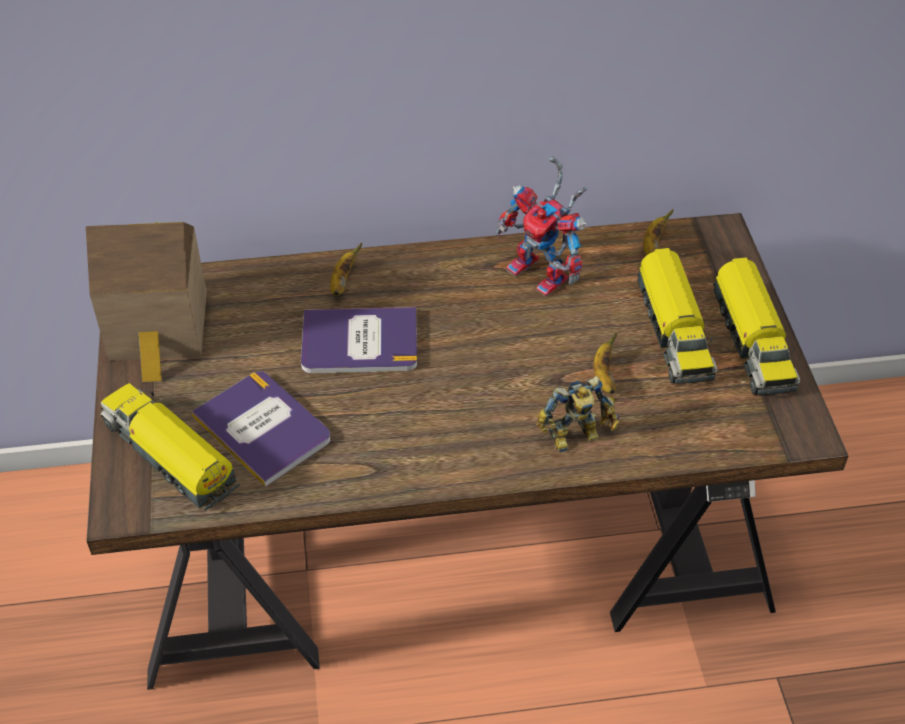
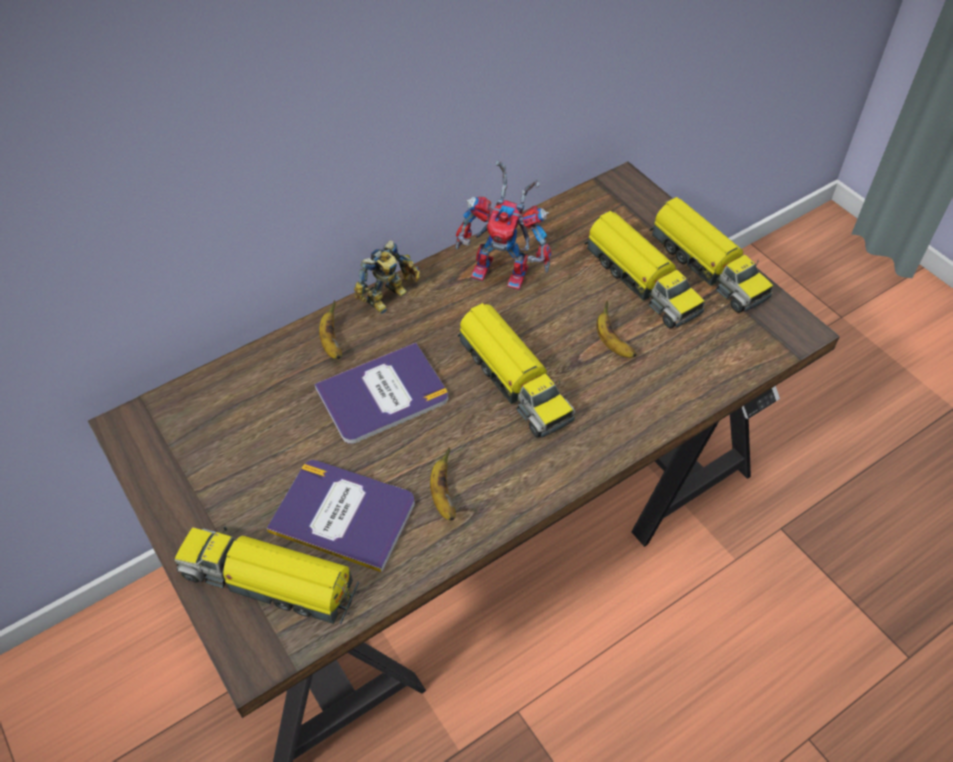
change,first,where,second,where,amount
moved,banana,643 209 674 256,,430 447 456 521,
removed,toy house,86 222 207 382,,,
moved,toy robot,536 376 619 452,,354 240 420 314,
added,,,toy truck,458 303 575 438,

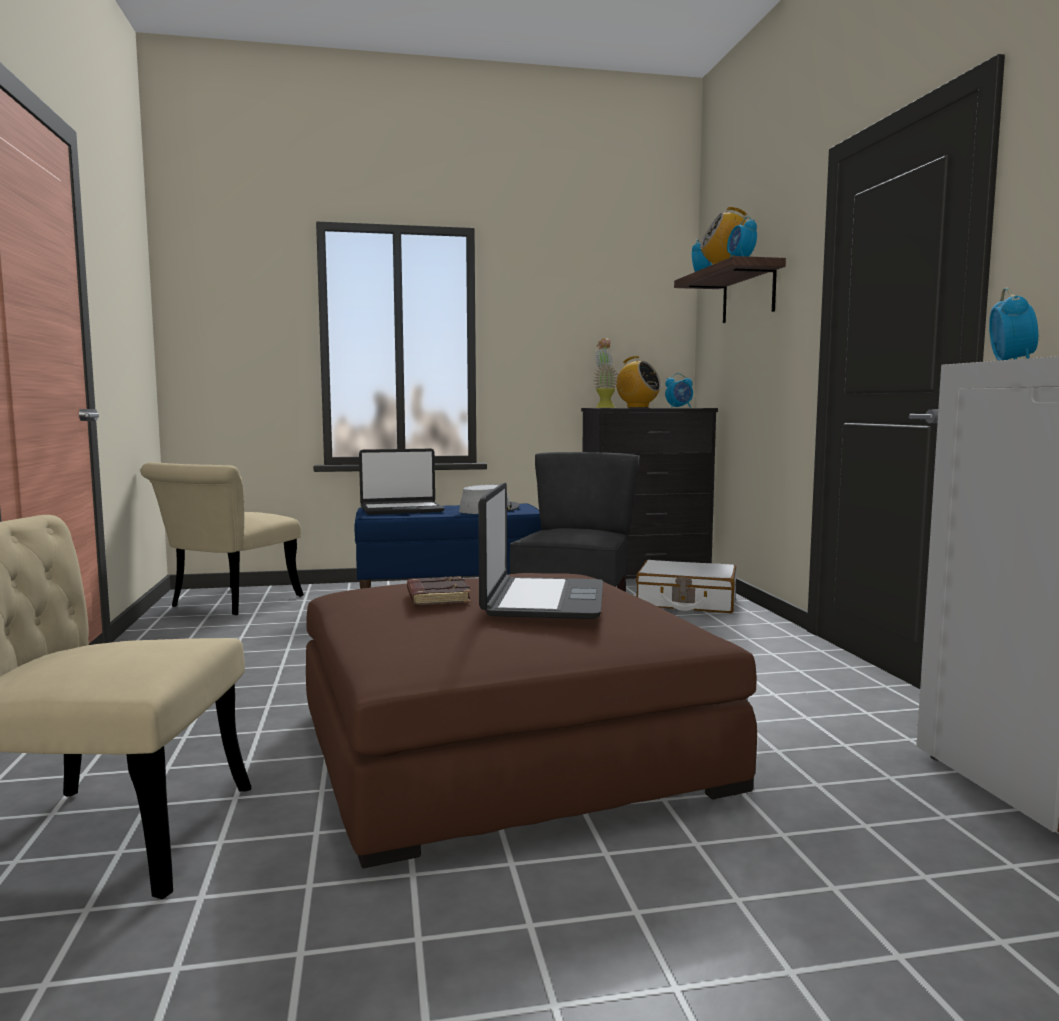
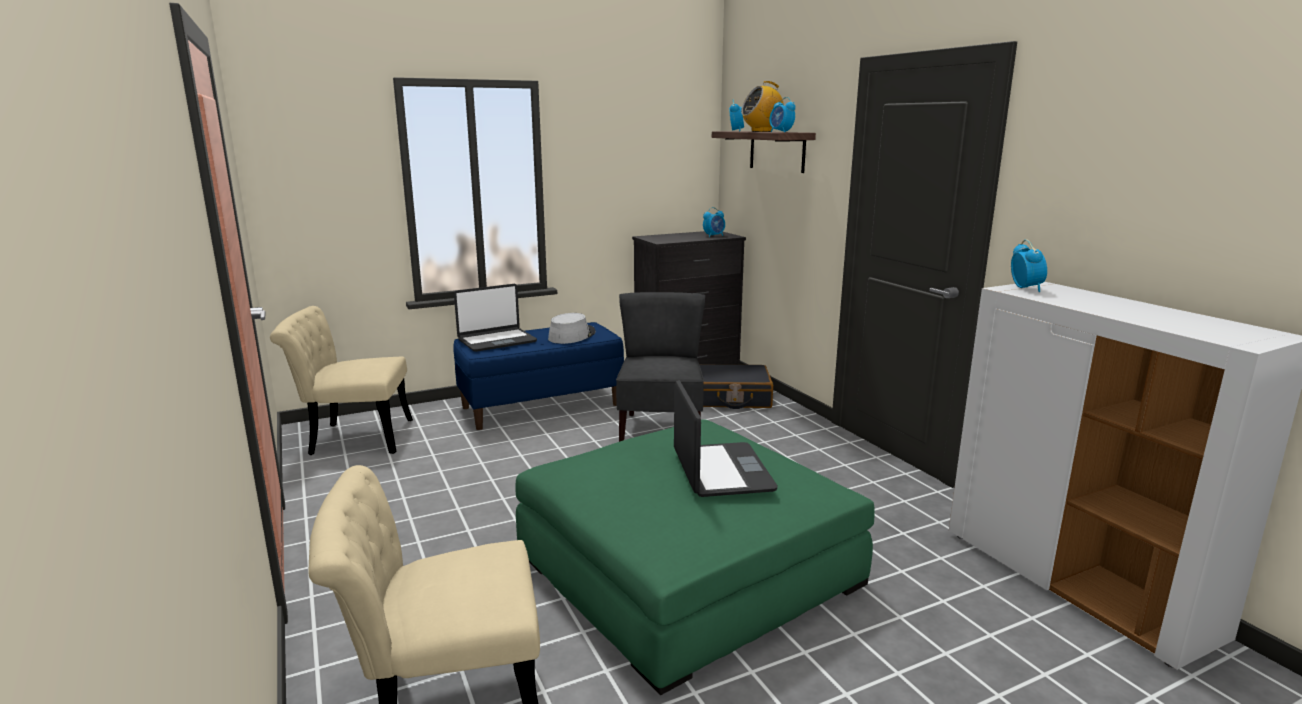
change,first,where,second,where,amount
removed,potted plant,594 338 618 408,,,
removed,radio,616 356 661 408,,,
turned,beige chair,141 462 304 615,,270 306 413 455,75 degrees clockwise
recoloured,white suitcase,636 560 736 613,black suitcase,699 364 773 409,
recoloured,brown ottoman,306 573 757 868,green ottoman,515 419 875 695,
removed,brown book,407 576 471 605,,,

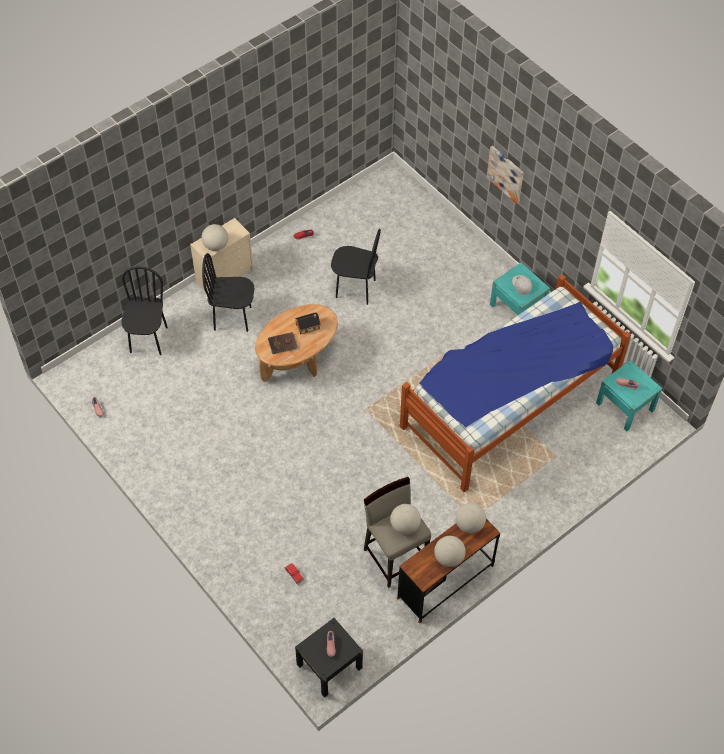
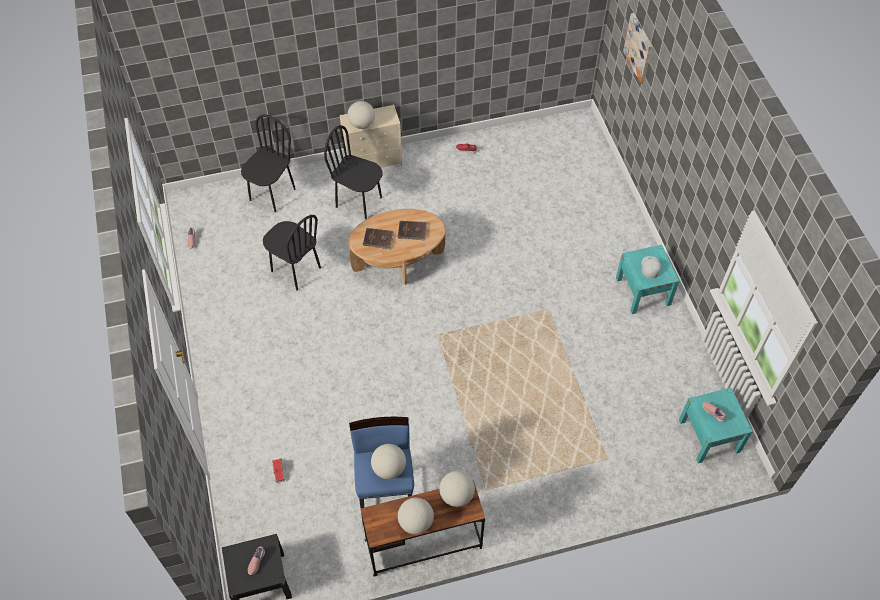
change,first,where,second,where,amount
moved,picture,487 146 524 204,,623 13 652 84,
moved,black chair,331 229 381 305,,263 215 321 290,
removed,bed,400 274 631 492,,,
replaced,toy house,295 312 321 335,brown book,397 221 428 241,
recoloured,beige stool,364 477 431 588,blue stool,349 417 414 522,

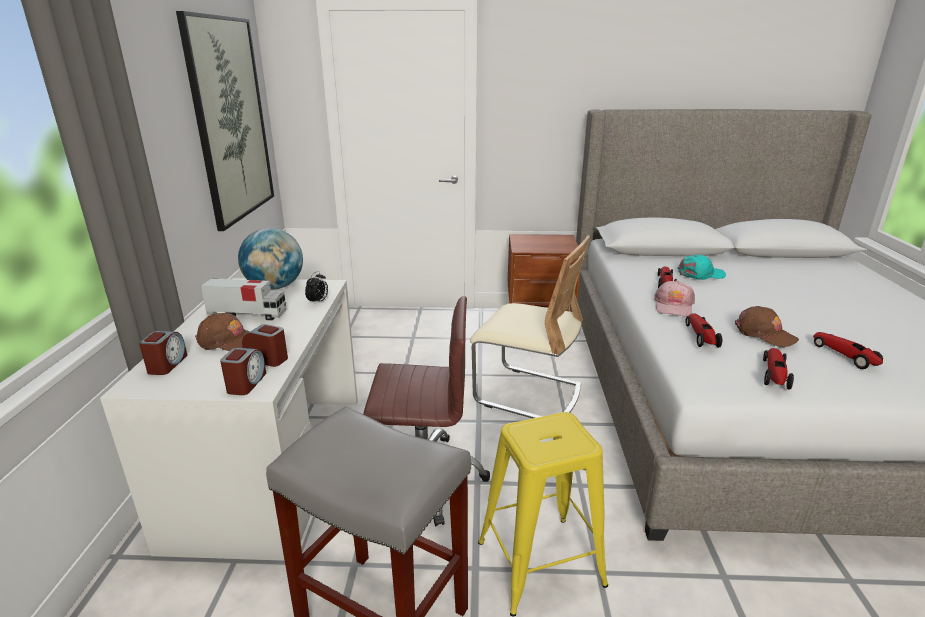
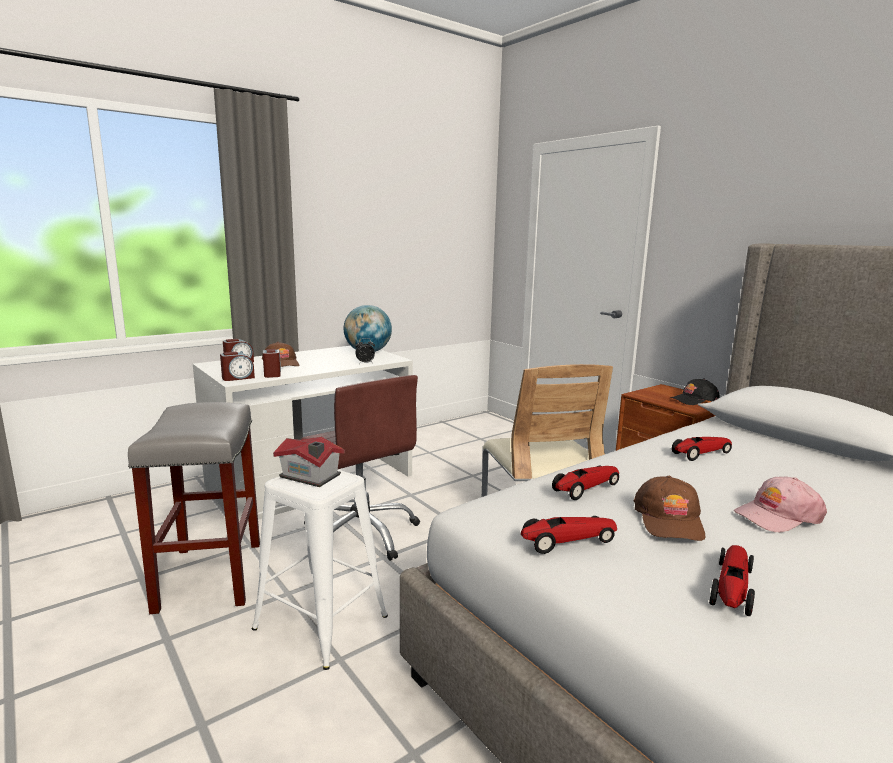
change,first,where,second,where,amount
removed,picture,176 11 274 231,,,
removed,turquoise cap,677 255 726 280,,,
removed,toy truck,201 278 287 321,,,
moved,pink cap,654 280 695 317,,734 476 827 533,
recoloured,yellow stool,478 412 608 617,white stool,252 470 388 670,
added,,,black cap,670 378 720 405,
added,,,toy house,273 437 345 487,

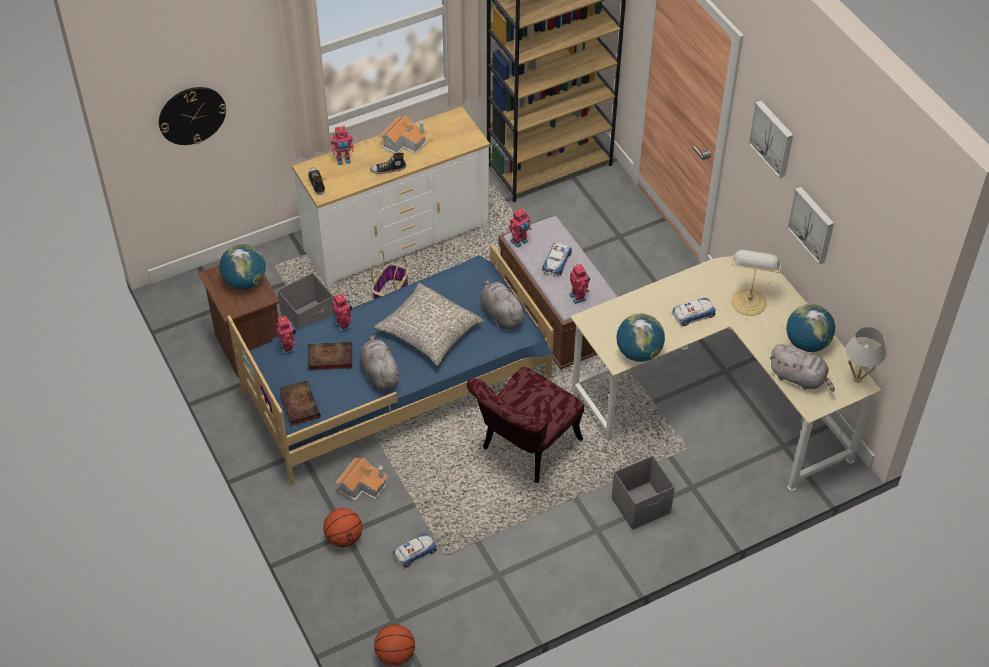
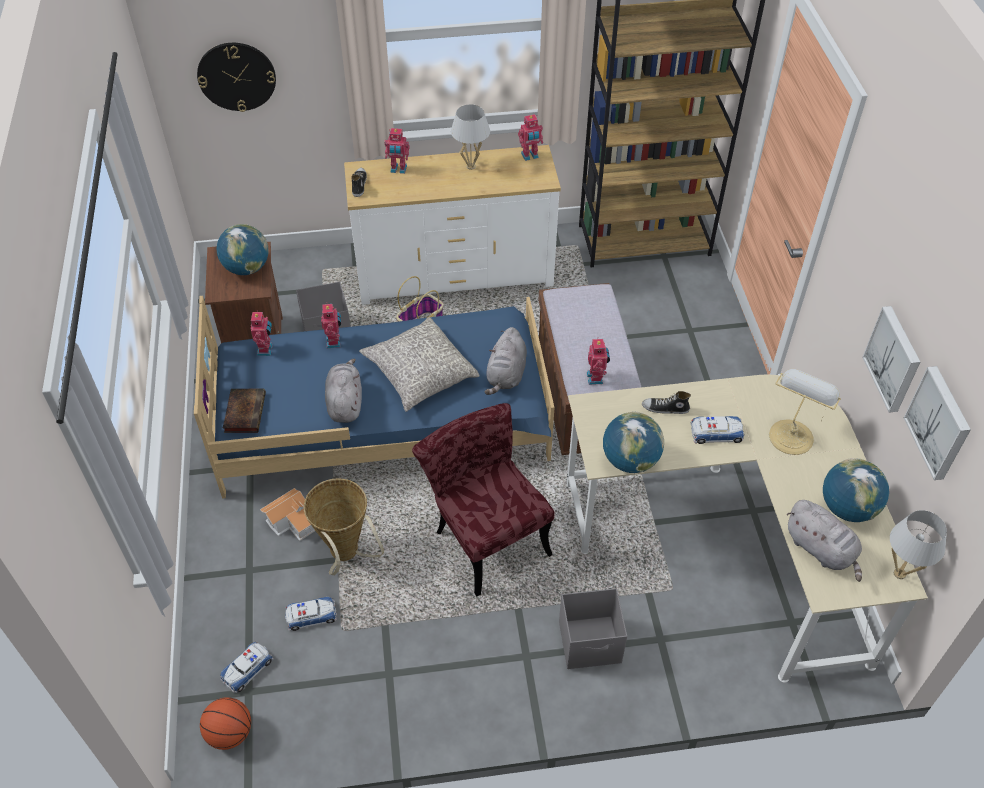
change,first,where,second,where,amount
moved,picture,748 101 793 178,,904 366 971 480,
replaced,toy house,379 116 429 154,white table lamp,451 104 490 170,
moved,shoe,370 153 406 174,,642 391 691 414,
moved,toy robot,509 208 532 248,,518 114 543 161,
moved,toy car,542 243 572 277,,220 642 274 693,
turned,grey plush toy,480 278 528 329,,485 327 527 395,150 degrees counterclockwise
removed,book,308 341 352 371,,,
turned,red chair,466 367 584 483,,412 403 554 597,90 degrees clockwise
removed,basketball,323 508 362 547,,,
added,,,basket,304 478 384 575,

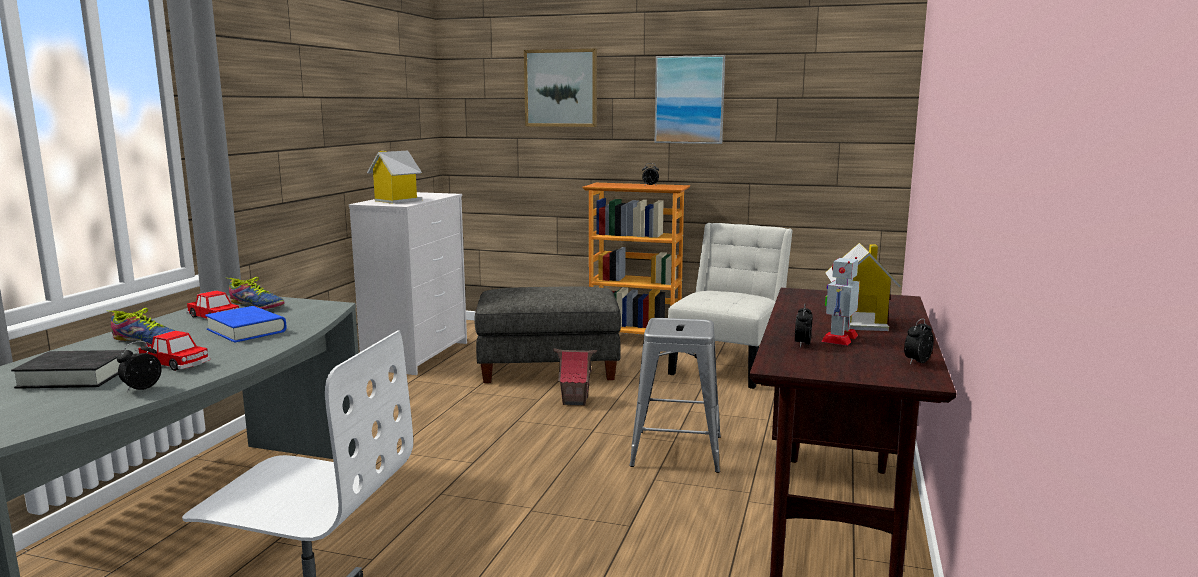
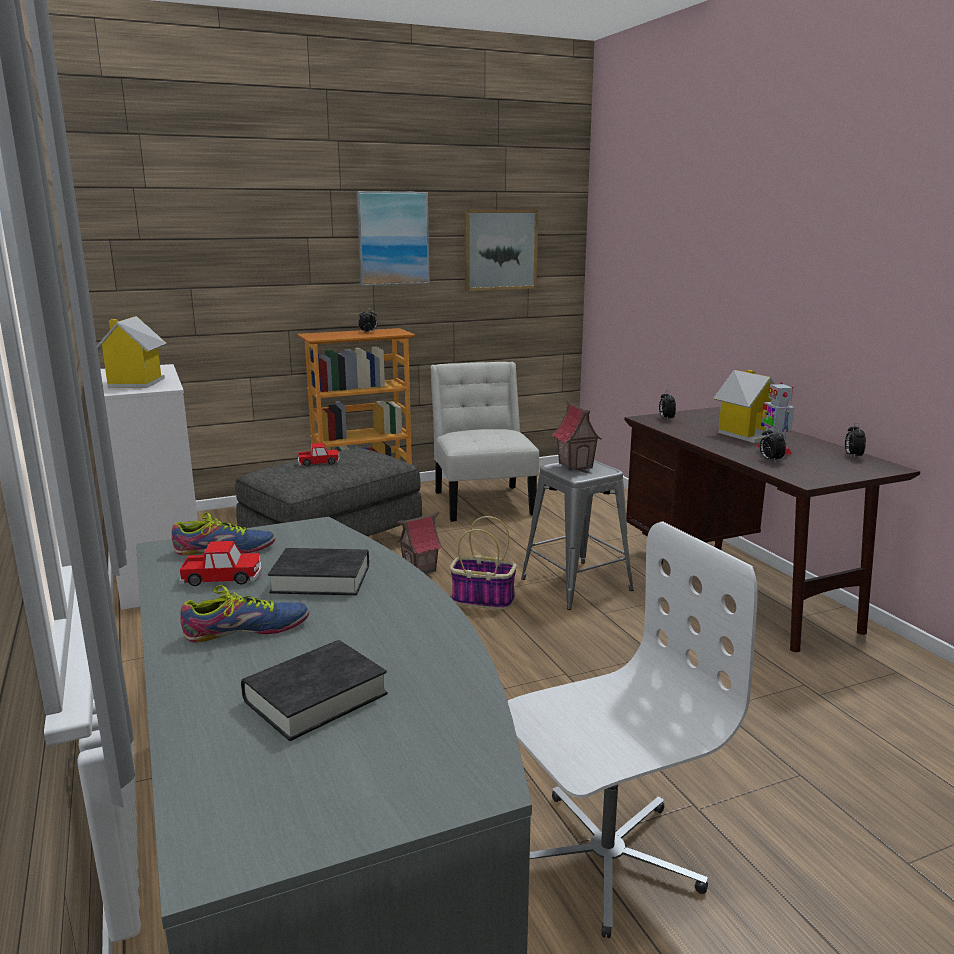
change,first,where,second,where,amount
moved,picture,524 49 597 127,,464 209 538 291,
recoloured,blue book,205 306 286 343,black book,268 548 369 595,
moved,toy car,138 331 210 371,,298 443 340 466,
moved,alarm clock,117 341 162 392,,659 390 676 419,
added,,,toy house,552 400 602 471,
added,,,basket,450 516 517 609,

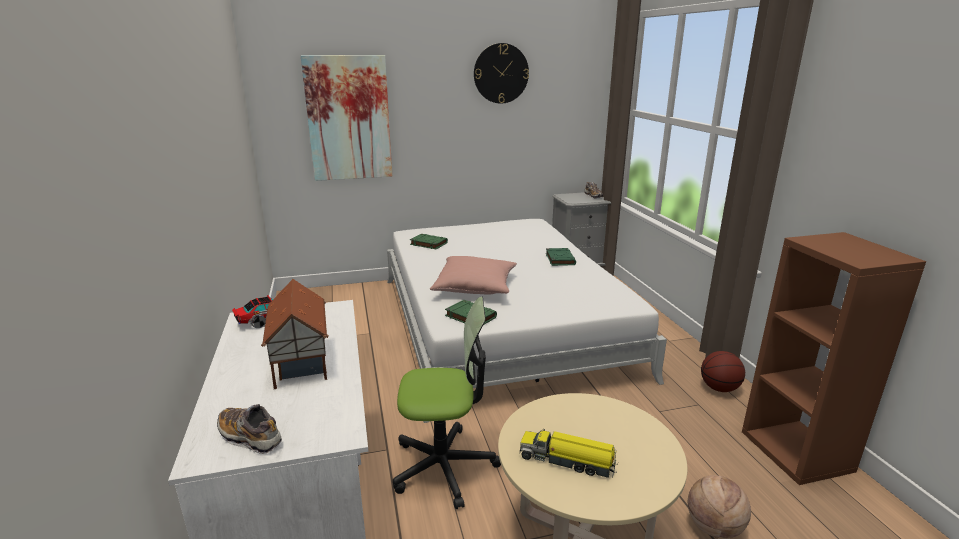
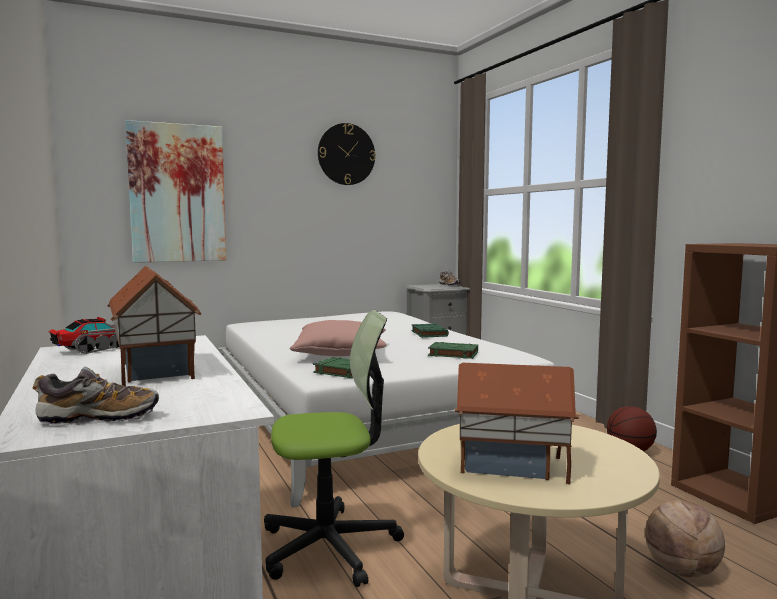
change,first,where,second,where,amount
moved,green book,410 234 448 249,,428 342 478 359,
turned,shoe,217 404 282 454,,33 367 159 425,150 degrees clockwise
replaced,toy truck,520 428 618 478,toy house,455 363 579 484,

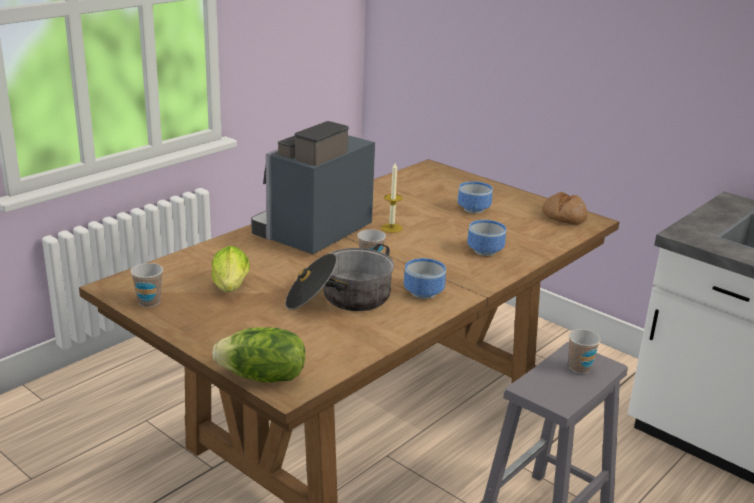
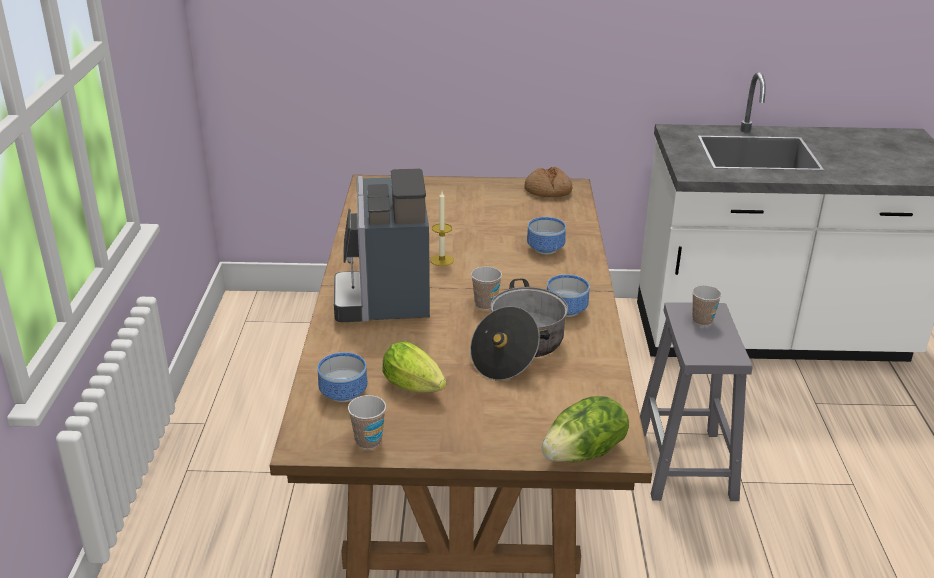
change,first,where,second,where,amount
moved,bowl,458 181 493 213,,318 352 368 402,

